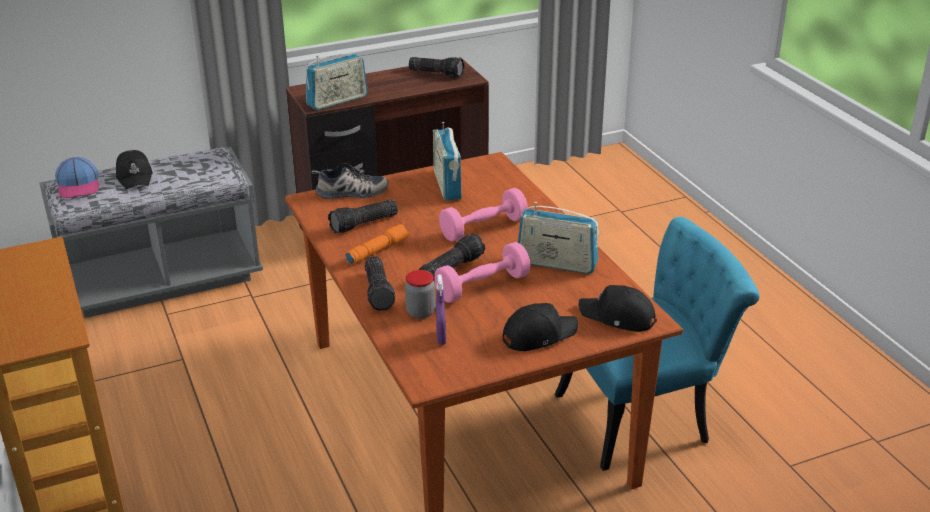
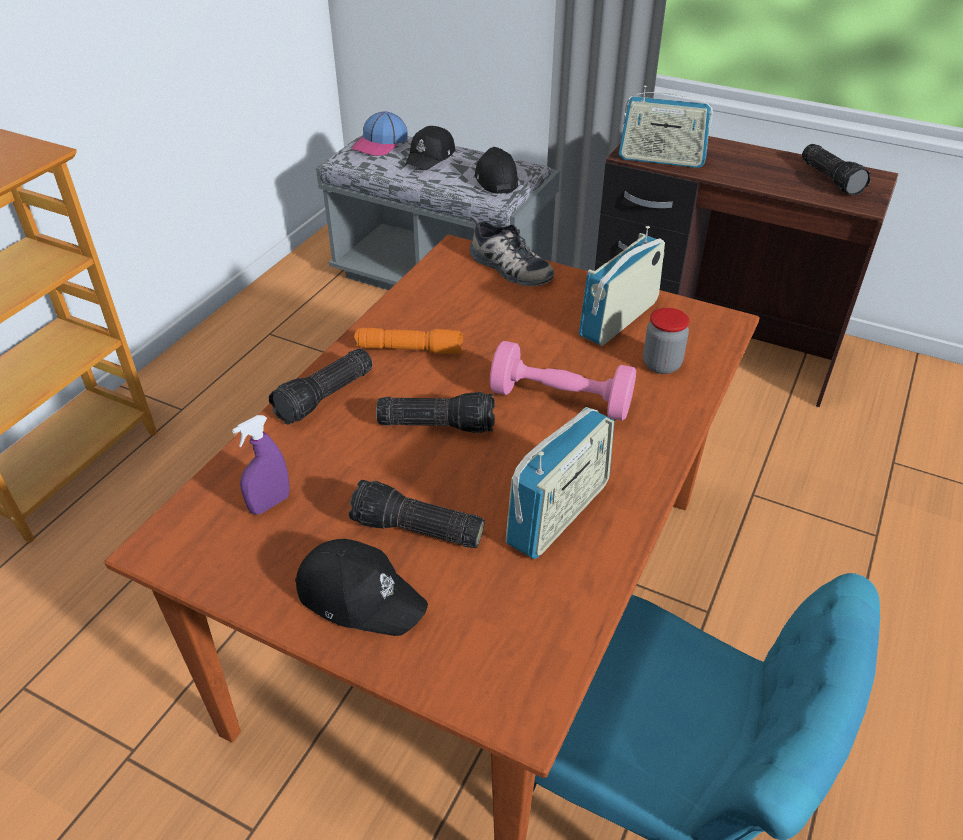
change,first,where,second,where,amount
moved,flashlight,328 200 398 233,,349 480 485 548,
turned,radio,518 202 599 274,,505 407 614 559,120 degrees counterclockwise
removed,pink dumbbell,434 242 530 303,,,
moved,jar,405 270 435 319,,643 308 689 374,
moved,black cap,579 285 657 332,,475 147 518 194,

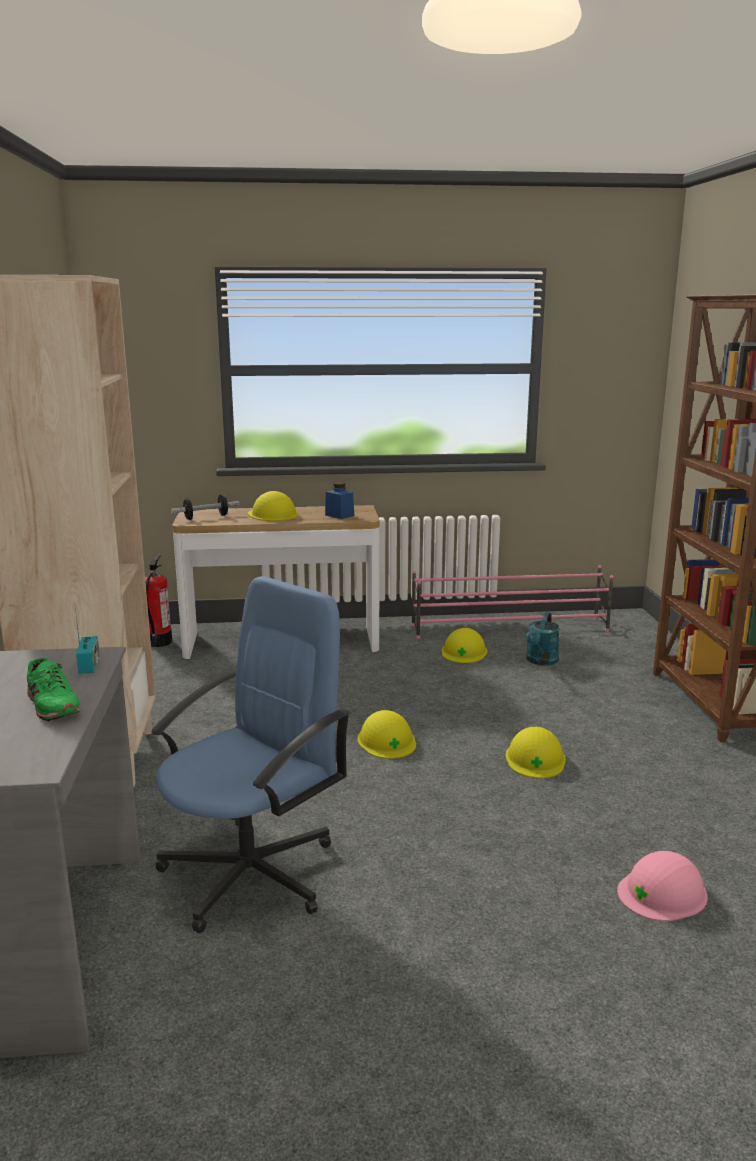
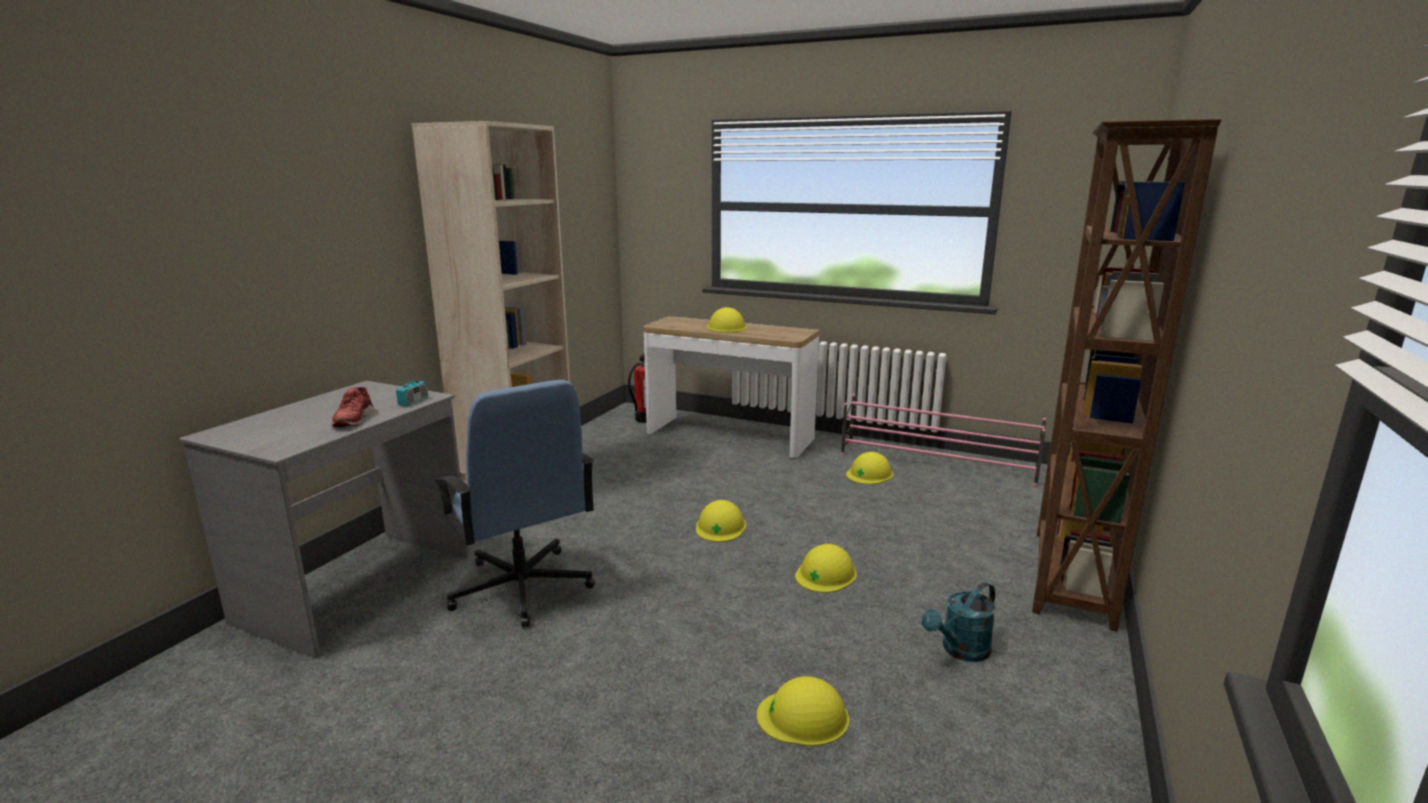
change,first,where,second,where,amount
removed,blue jar,325 482 354 519,,,
removed,dumbbell,170 495 240 520,,,
turned,blue office chair,152 576 351 933,,435 380 595 627,75 degrees clockwise
moved,turquoise watering can,526 612 560 665,,922 582 996 662,
recoloured,green shoe,27 658 80 721,red shoe,332 387 374 428,
recoloured,pink hard hat,617 851 708 921,yellow hard hat,757 676 849 746,

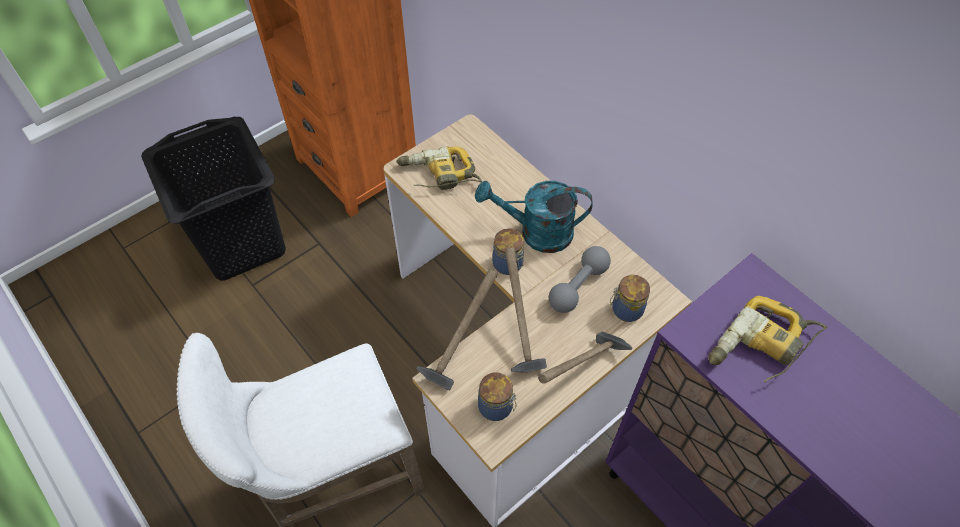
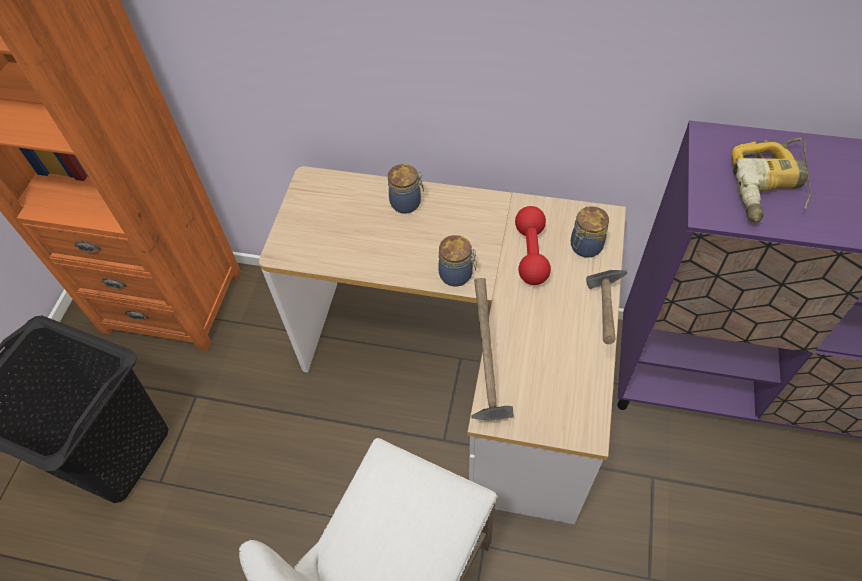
change,first,where,second,where,amount
removed,power drill,396 146 482 190,,,
removed,turquoise watering can,475 181 593 253,,,
recoloured,grey dumbbell,549 246 611 313,red dumbbell,515 206 551 285,
removed,hammer,505 248 547 372,,,
moved,jar,478 373 517 421,,388 164 424 214,

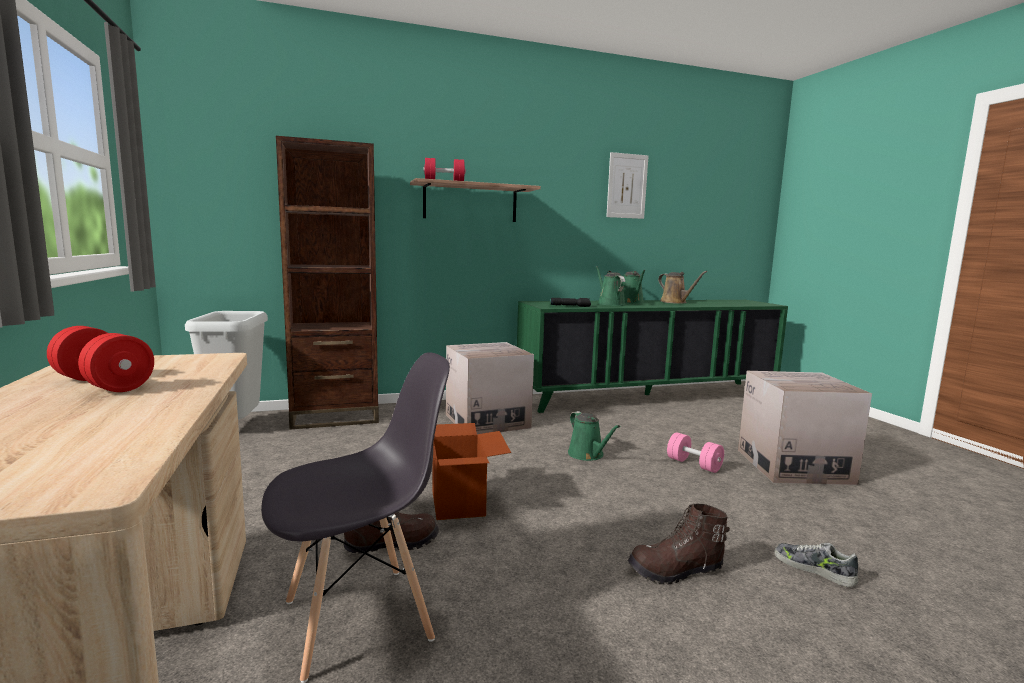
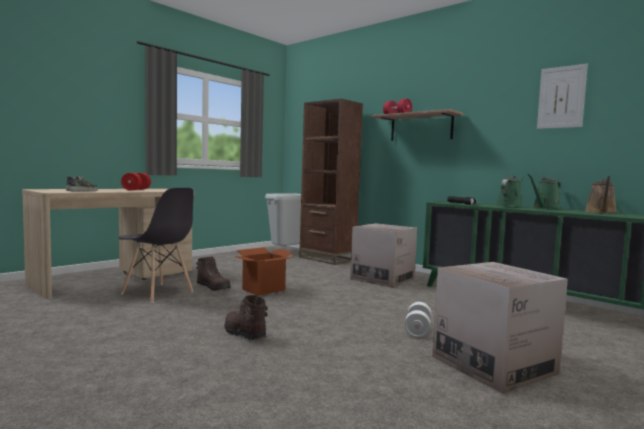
change,first,where,second,where,amount
removed,green watering can,568 411 620 461,,,
recoloured,pink dumbbell,667 432 724 473,white dumbbell,404 302 431 338,
moved,shoe,774 543 858 587,,66 176 98 191,

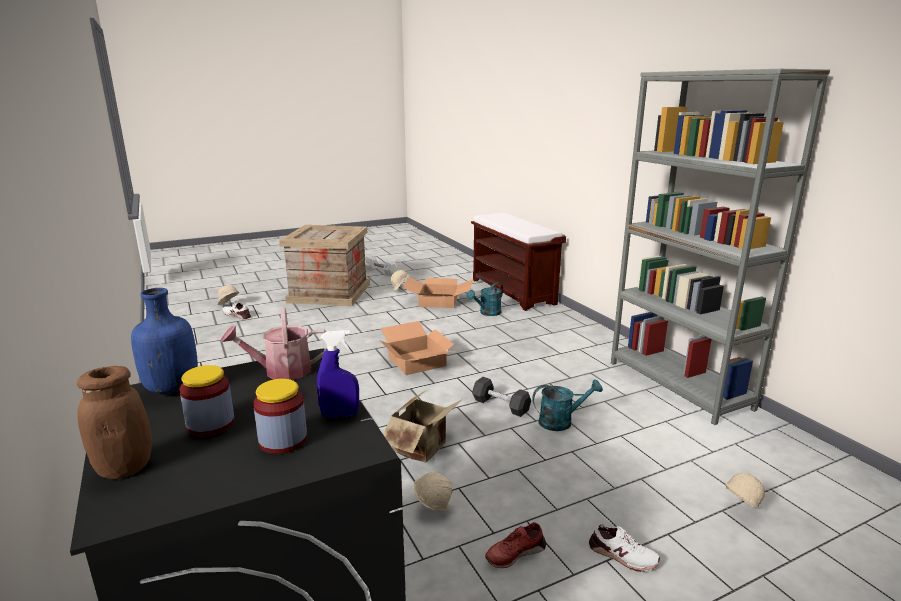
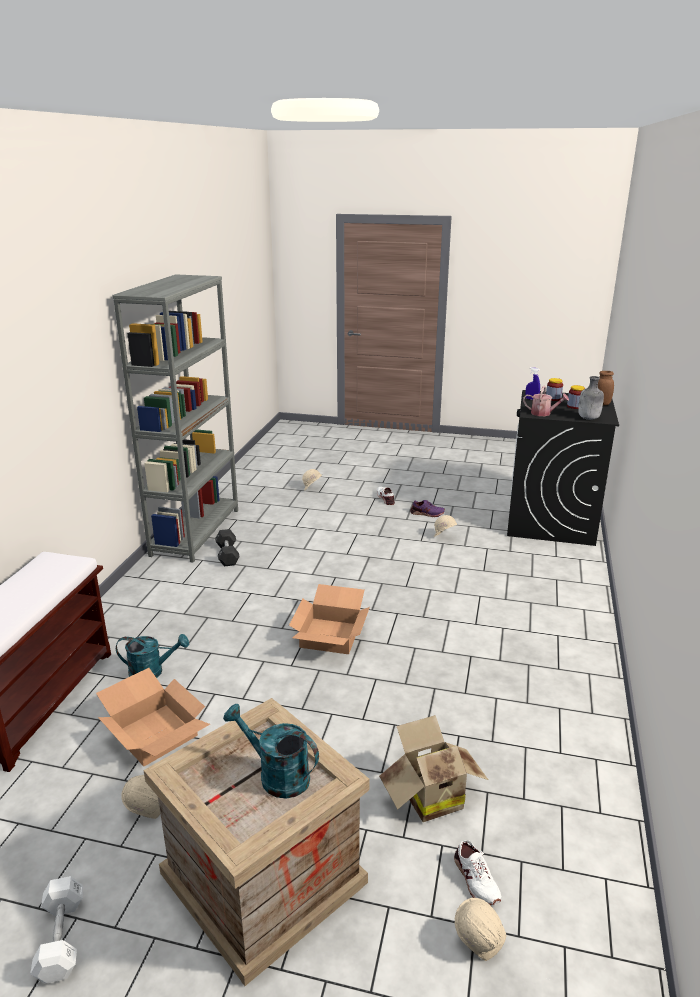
change,first,where,second,where,amount
recoloured,blue bottle,131 288 198 394,grey bottle,578 376 604 420,
moved,black dumbbell,472 377 531 417,,215 529 240 566,
moved,turquoise watering can,532 379 603 431,,223 704 319 799,
moved,cardboard box,383 391 461 463,,379 715 488 822,
recoloured,red shoe,485 522 546 568,purple shoe,410 500 445 517,

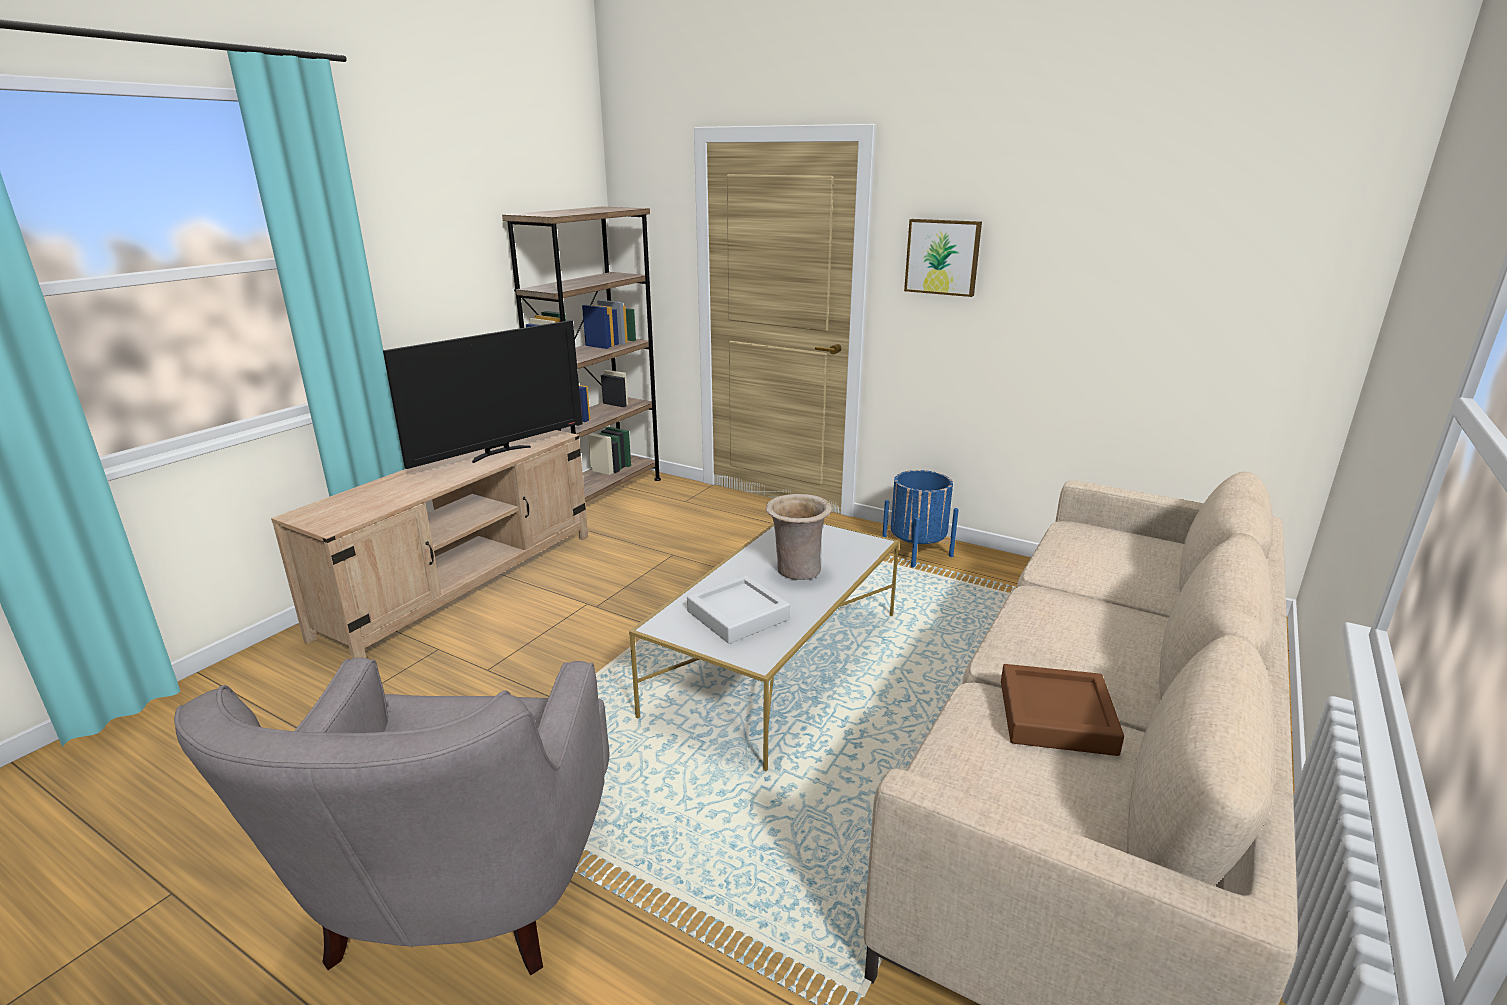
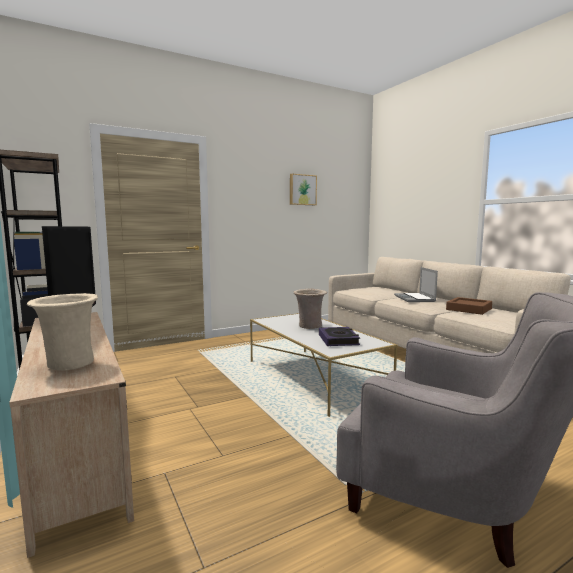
change,first,where,second,where,amount
moved,picture,904 219 982 297,,290 174 317 205,
removed,blue planter,882 470 959 568,,,
replaced,grey tray,687 575 790 644,book,319 327 360 346,
added,,,laptop,394 267 438 302,
added,,,beige vase,27 293 98 371,

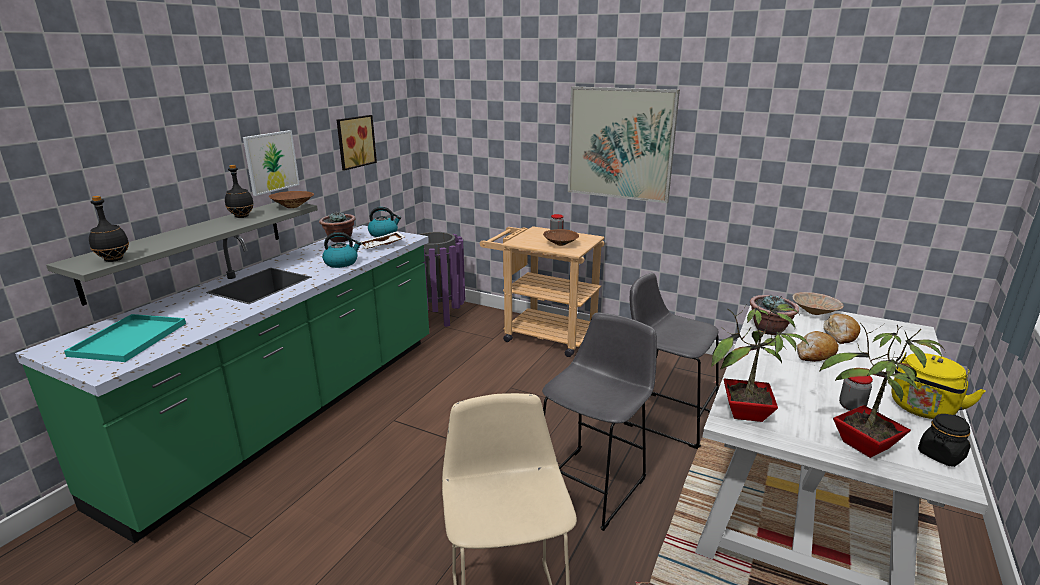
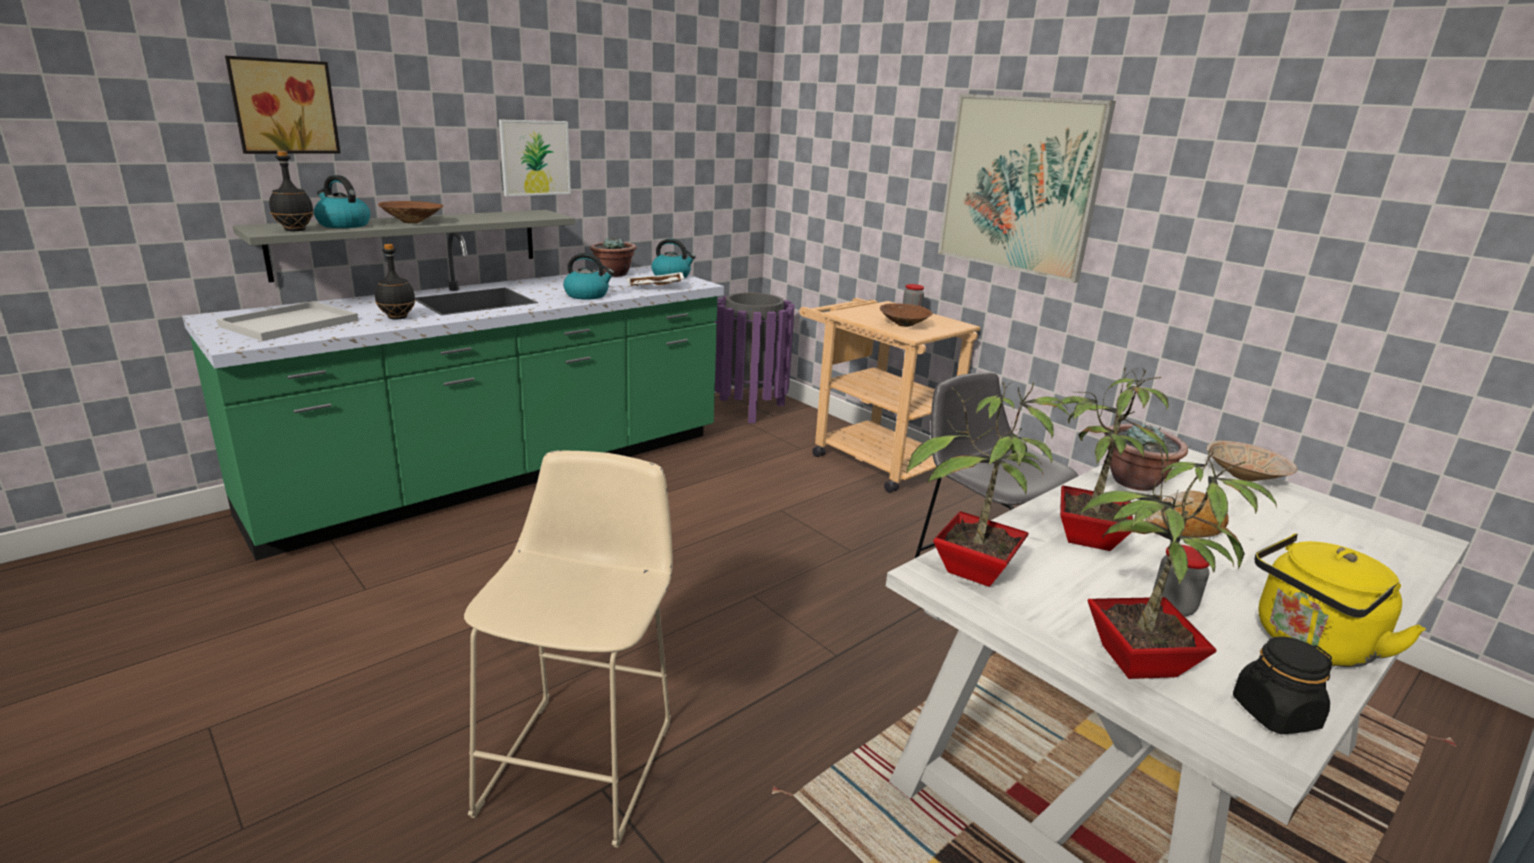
change,first,where,second,where,amount
moved,picture,337 115 377 171,,225 56 340 154,
moved,black bottle,225 165 254 218,,375 244 416 319,
moved,brown bowl,269 191 314 208,,378 201 444 223,
removed,grey stool,542 313 657 531,,,
recoloured,turquoise tray,64 314 186 362,white tray,217 301 358 341,
removed,bread,823 314 860 344,,,
added,,,kettle,314 175 370 228,
added,,,potted plant,1054 368 1169 551,

